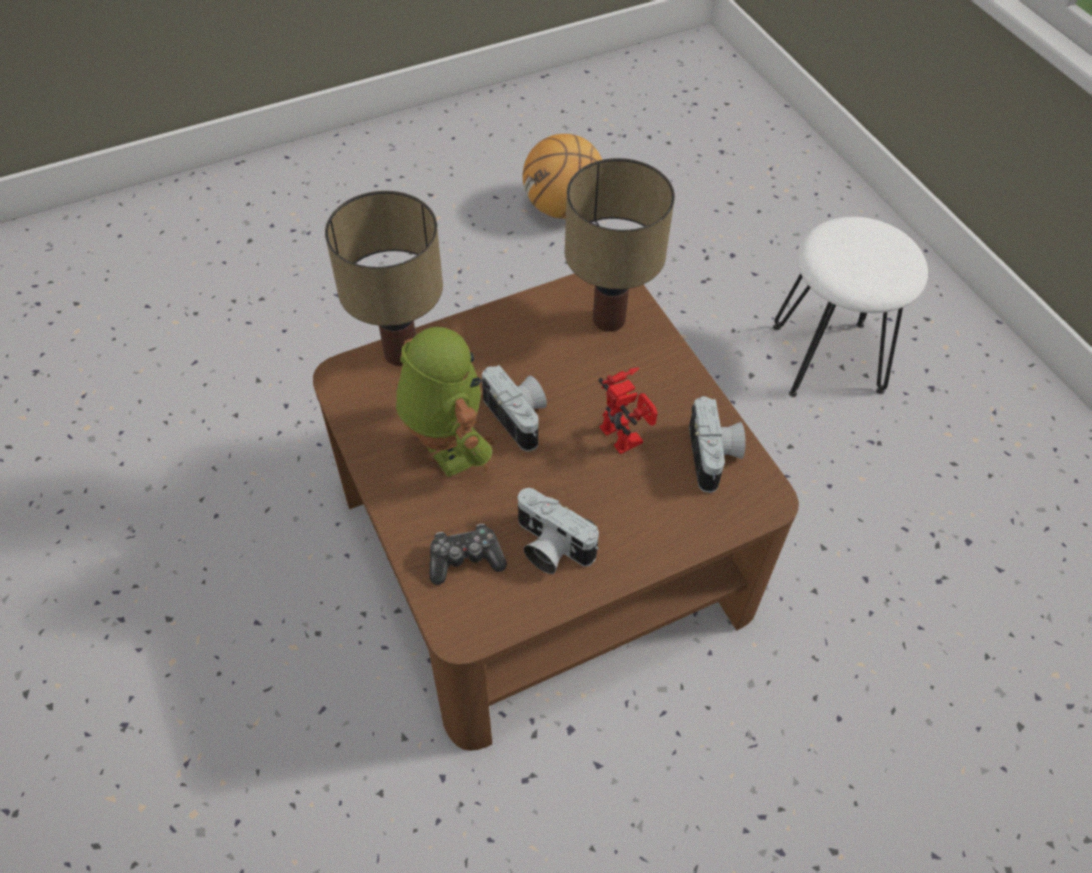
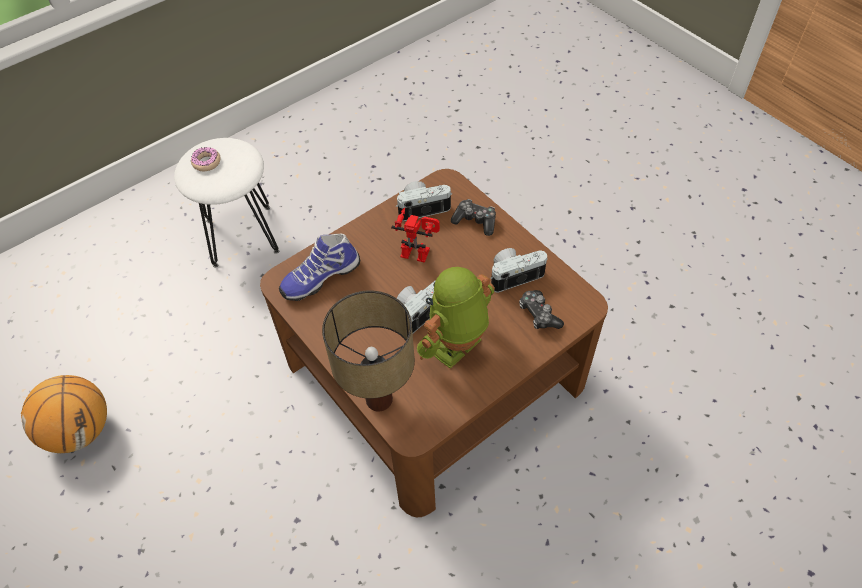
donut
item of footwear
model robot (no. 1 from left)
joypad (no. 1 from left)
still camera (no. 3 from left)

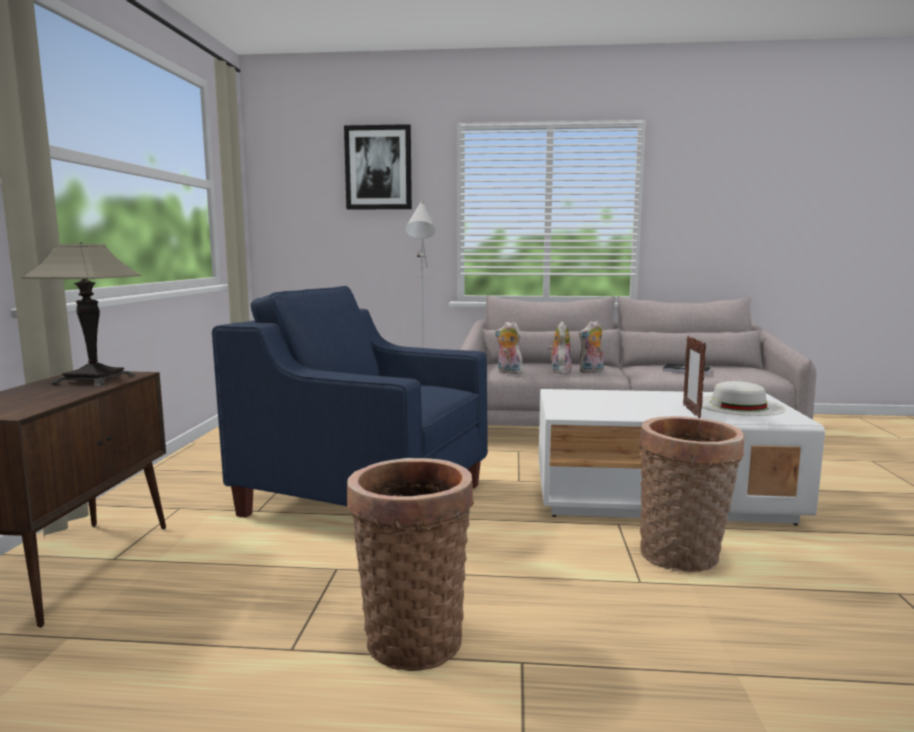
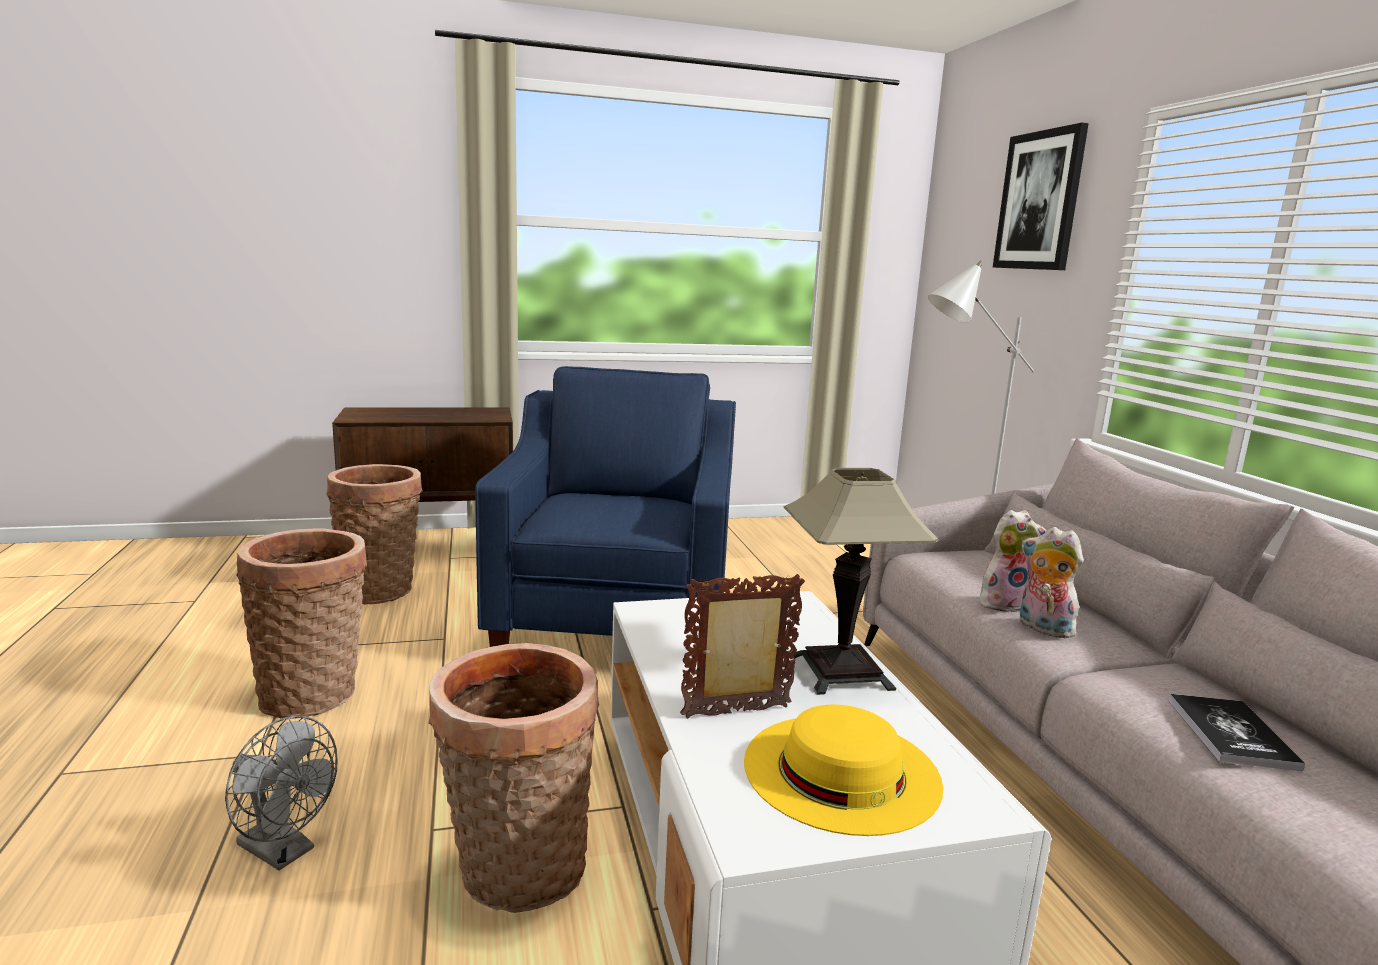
electric fan (greyish)
basket (no. 2 from left)
hat (yellowish)
lamp for a table
plush toy (no. 1 from left in the first image)

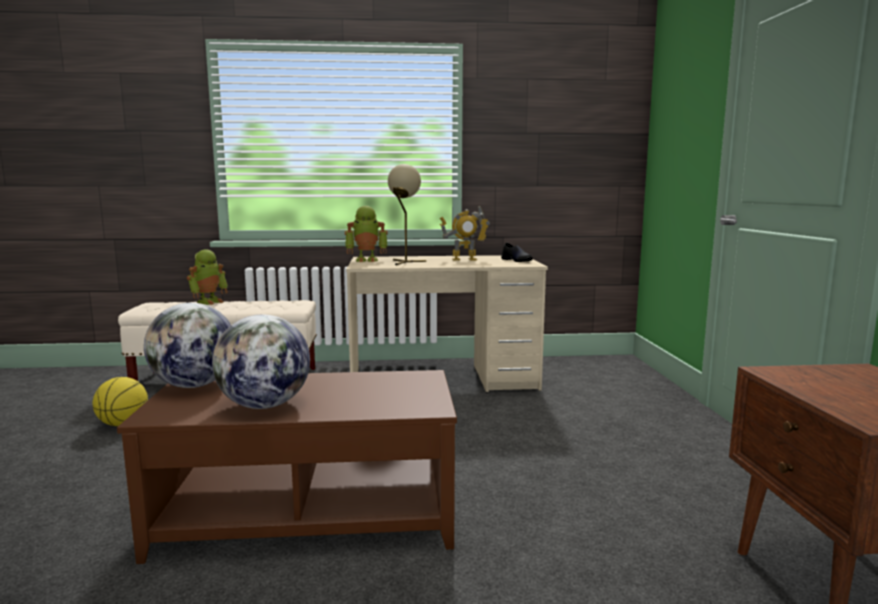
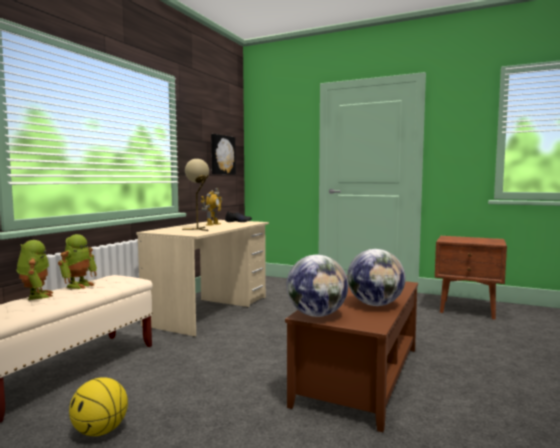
model robot (no. 2 from left)
wall picture

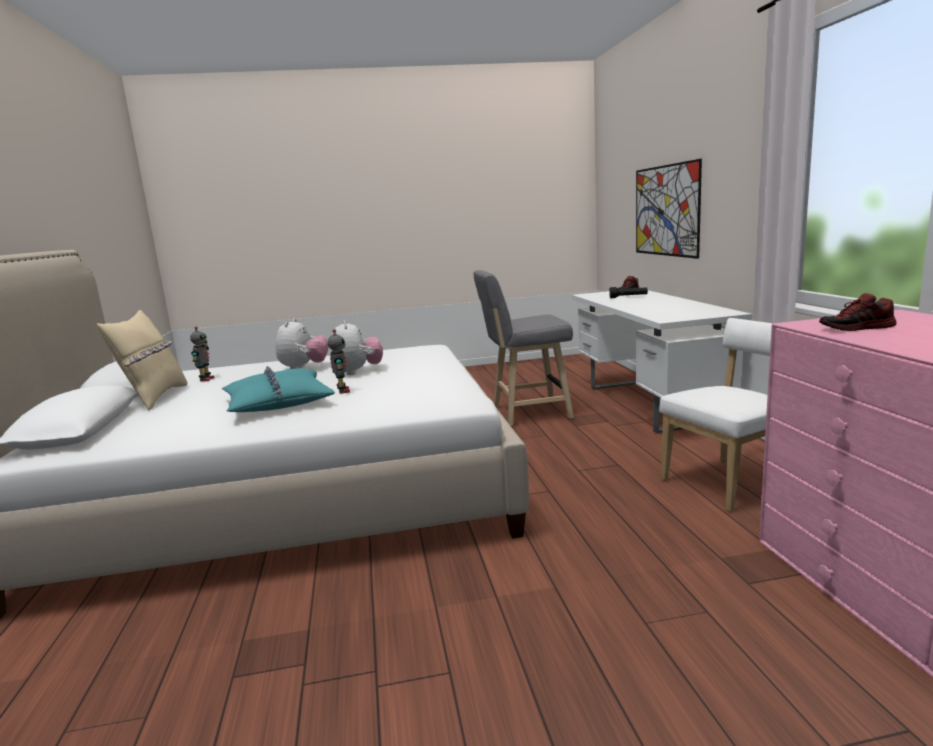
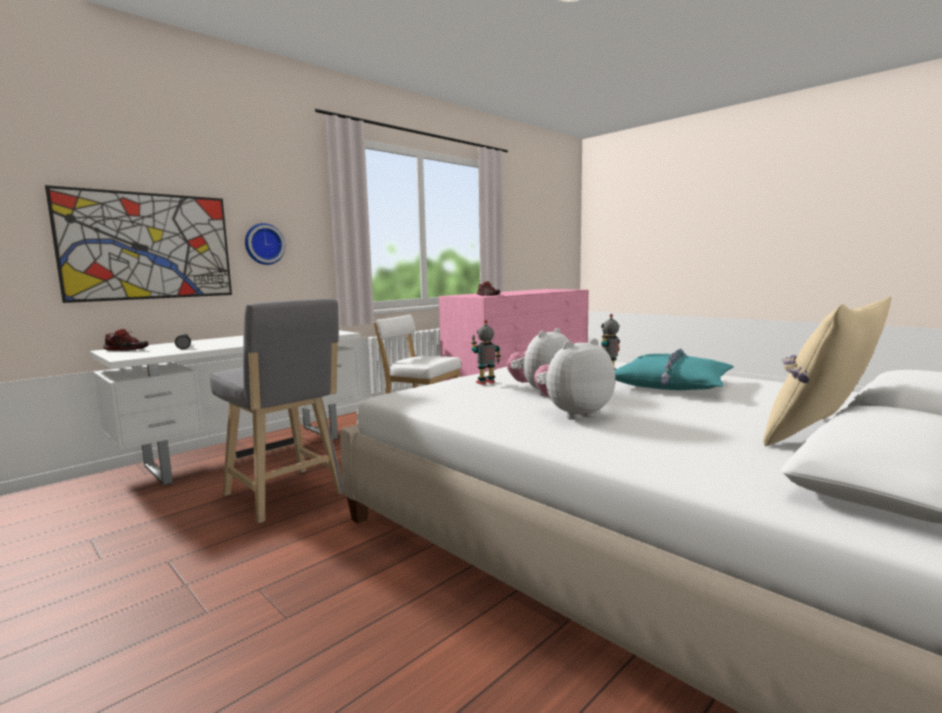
hanging clock
model robot (no. 1 from left)

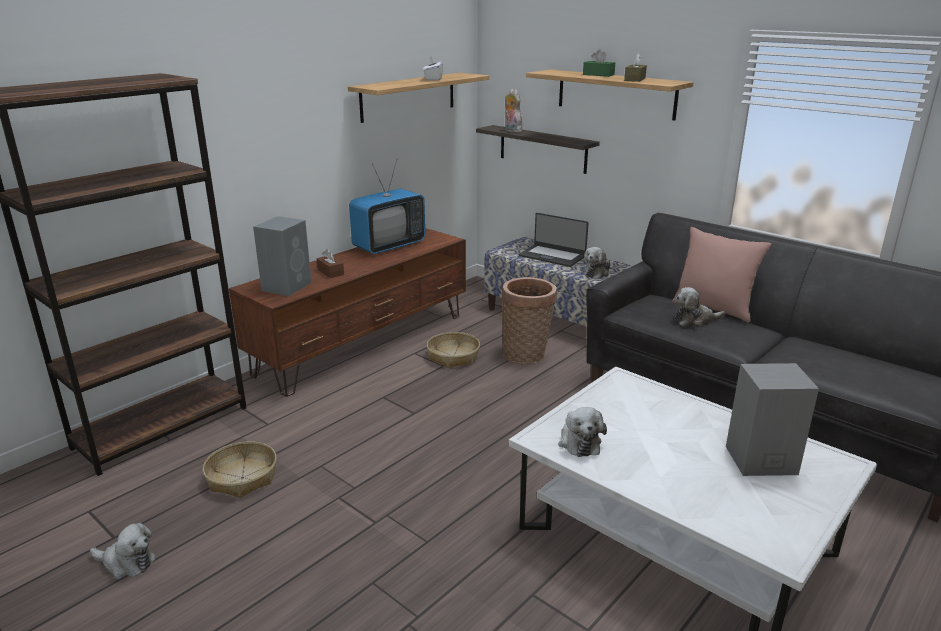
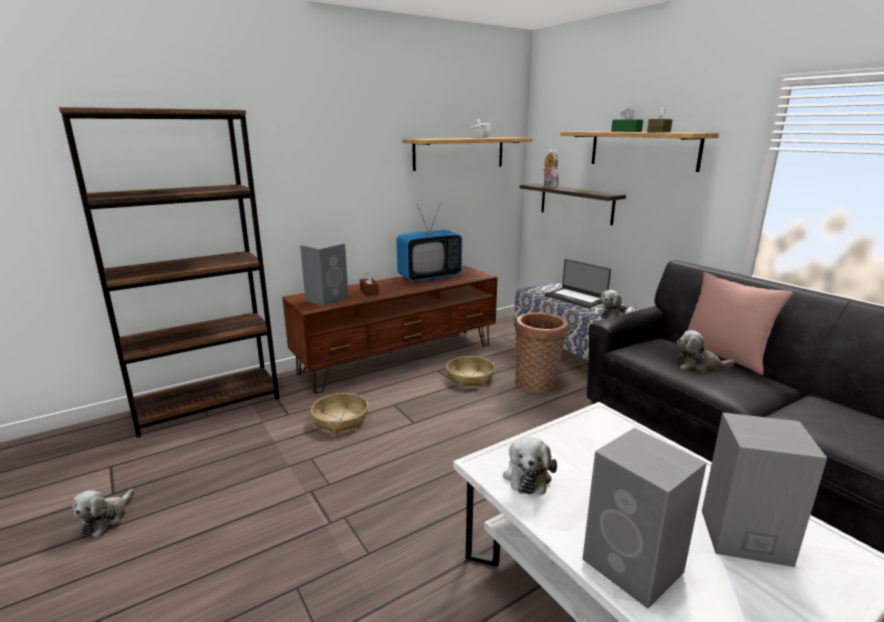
plush toy (no. 1 from left)
basket (no. 1 from left)
loudspeaker (greyish) (no. 2 from left)

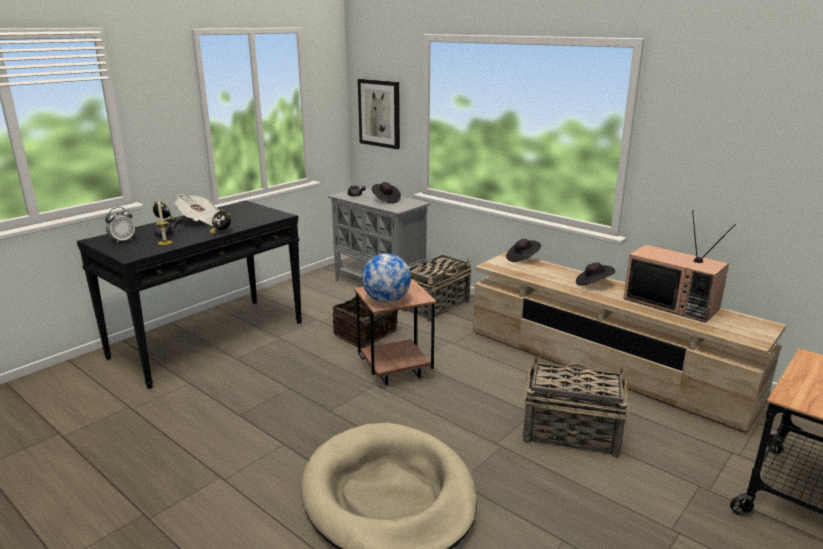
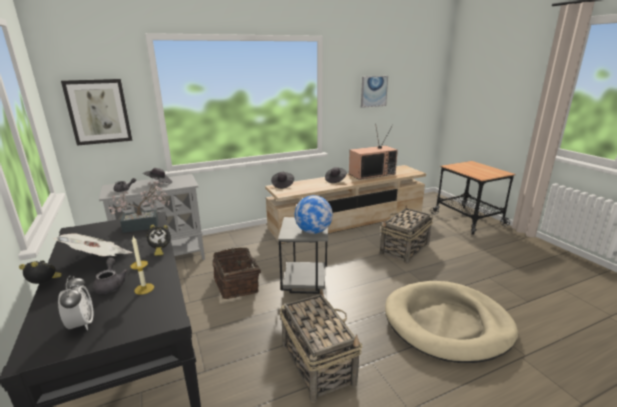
houseplant
end table (greyish)
basket (no. 2 from left)
wall picture (no. 2 from left)

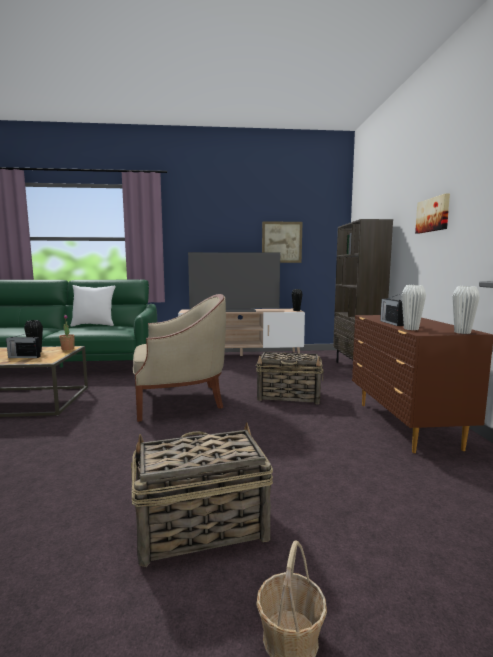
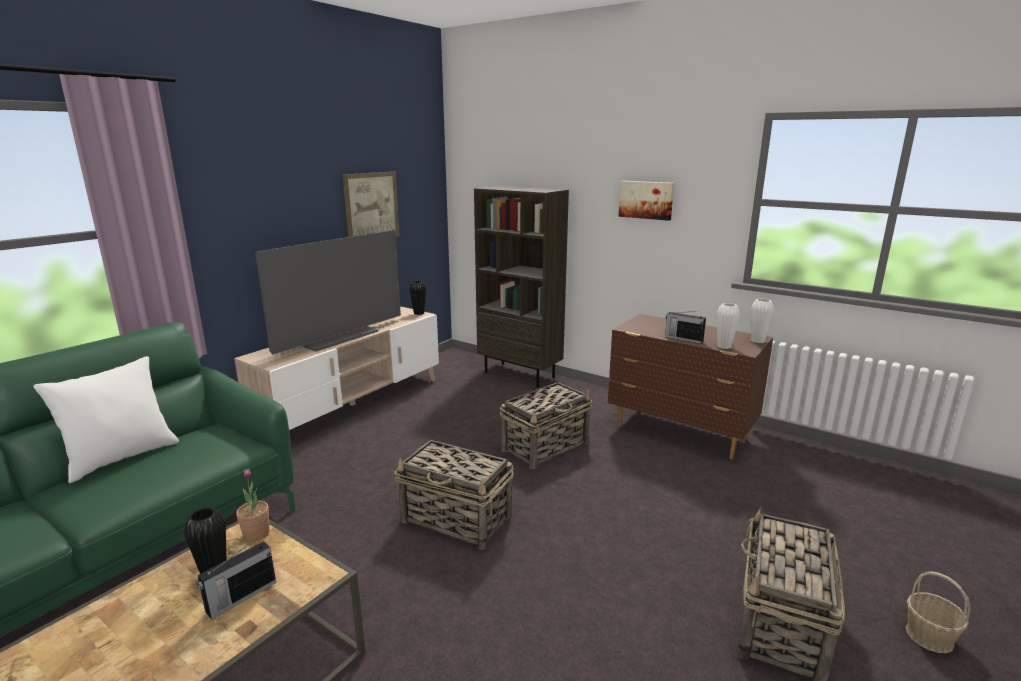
basket (no. 1 from left)

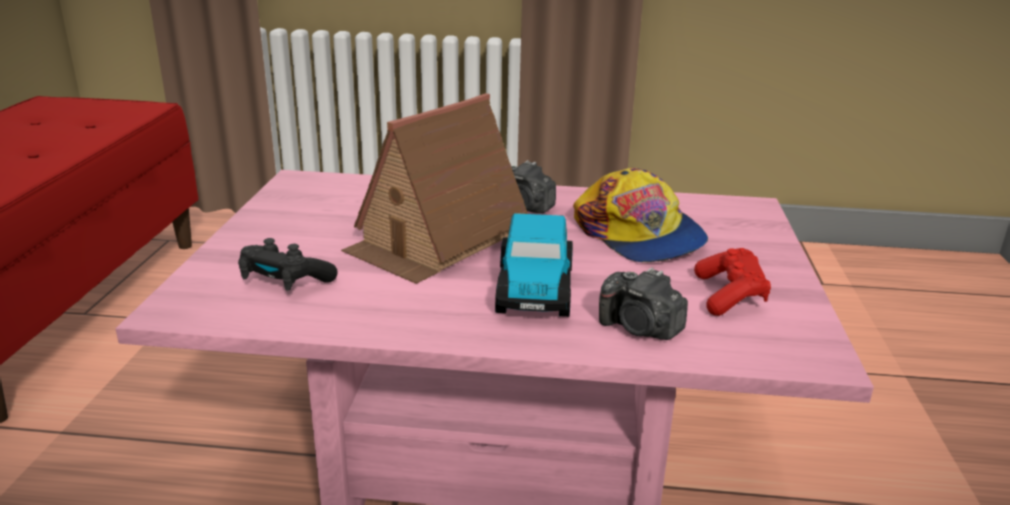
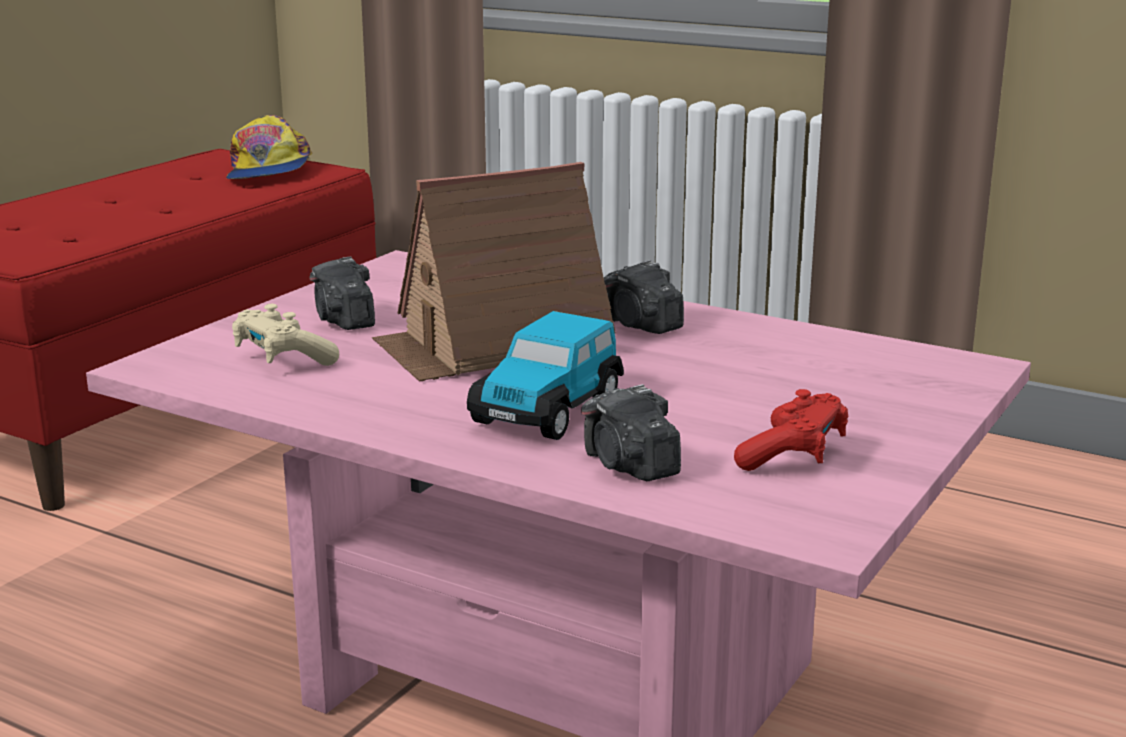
cap
joypad (sand-coloured)
still camera (no. 1 from left)

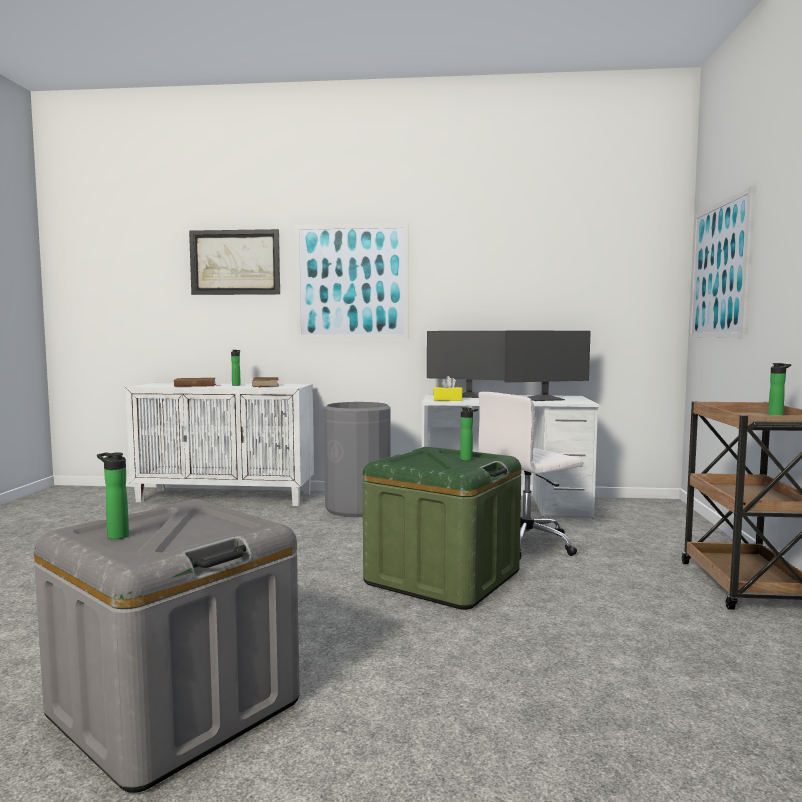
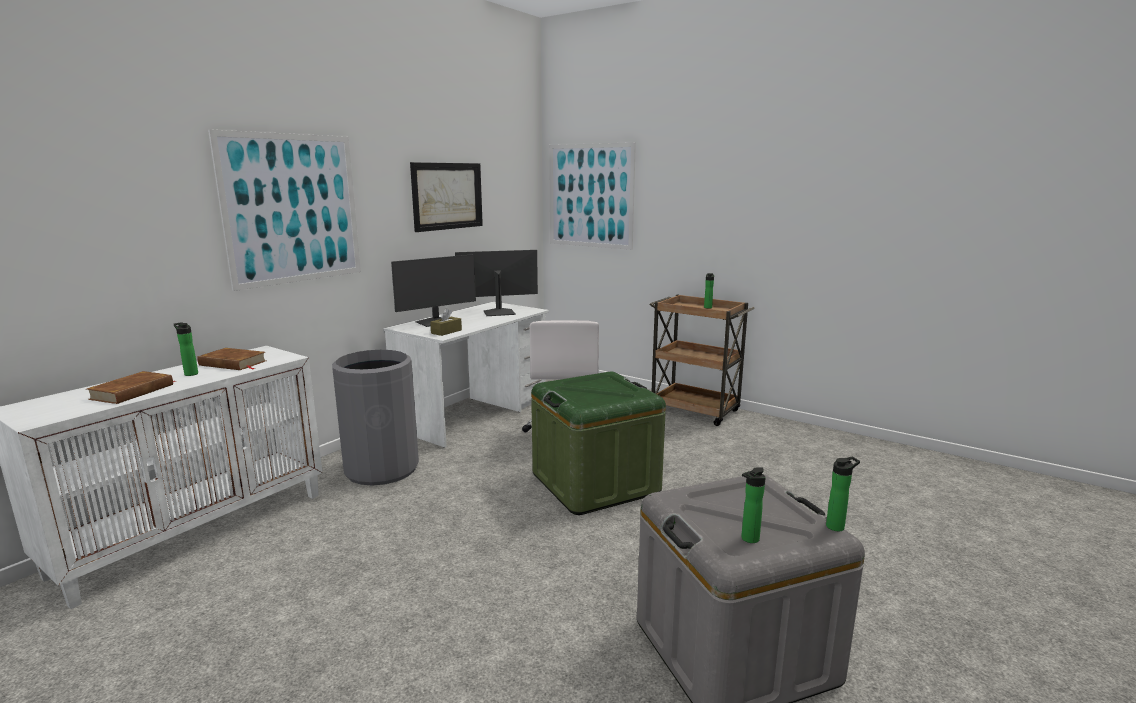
wall picture (no. 2 from left)
tissue box (brown)
computer screen (no. 2 from left)
bottle (no. 4 from left)

